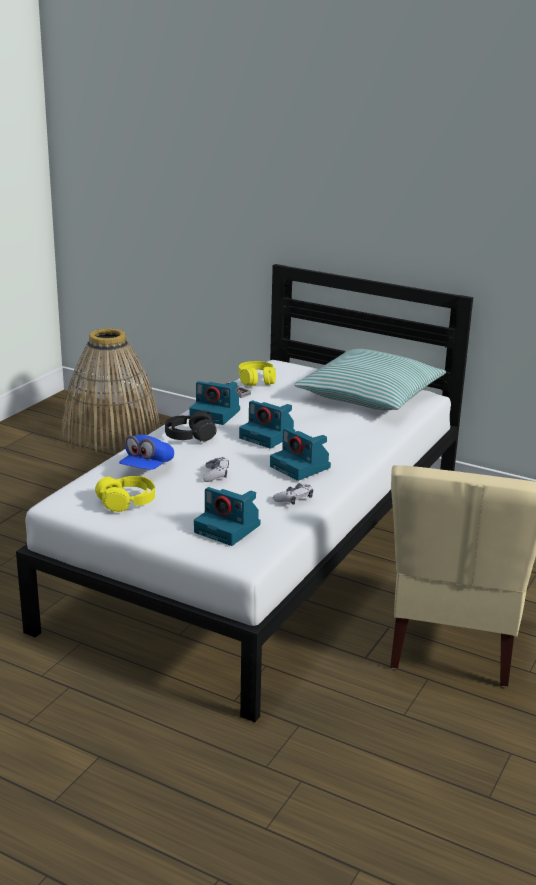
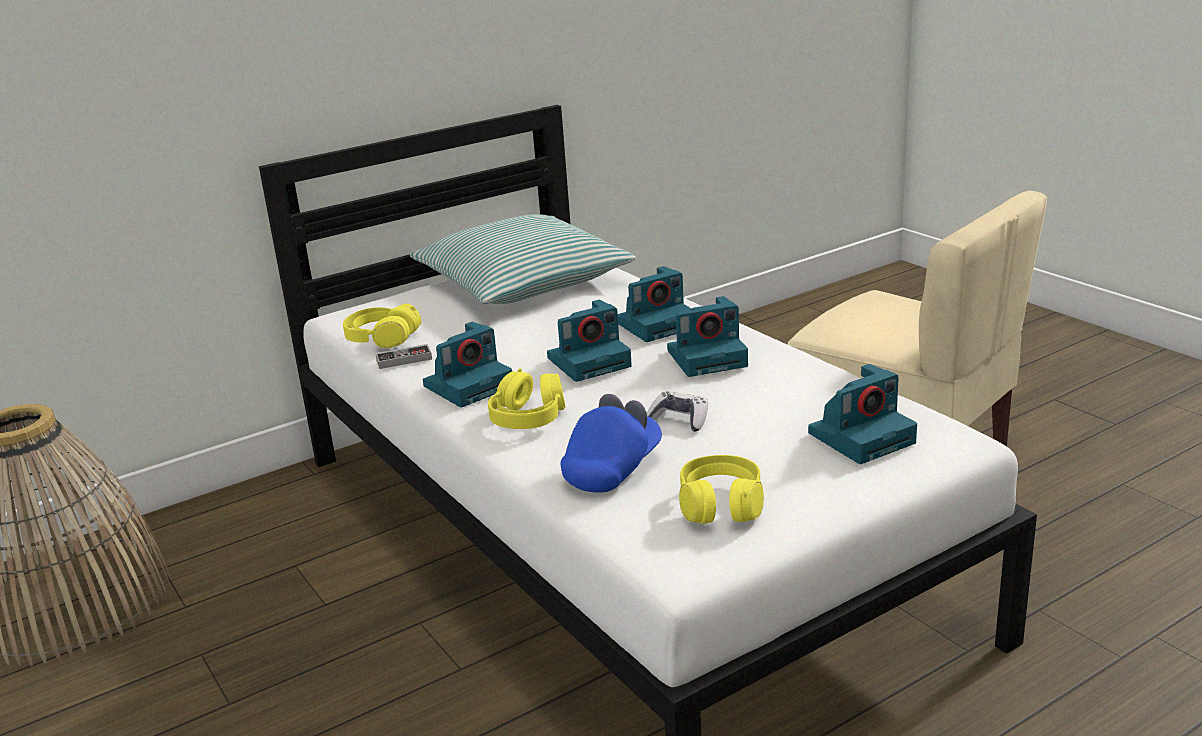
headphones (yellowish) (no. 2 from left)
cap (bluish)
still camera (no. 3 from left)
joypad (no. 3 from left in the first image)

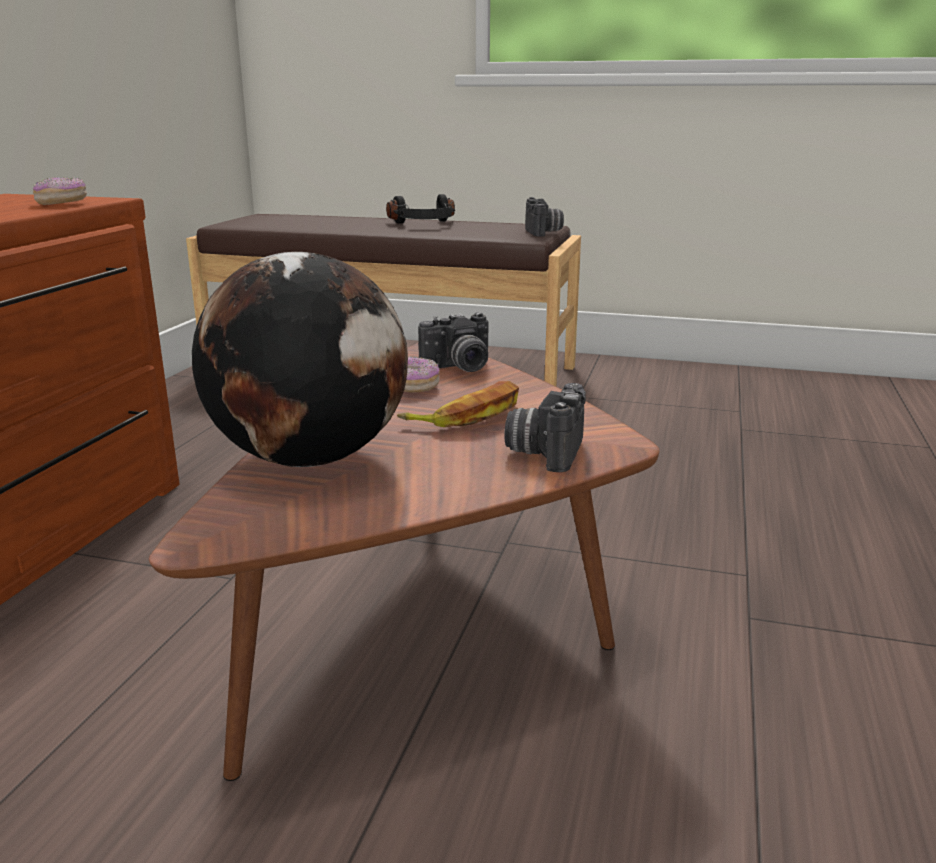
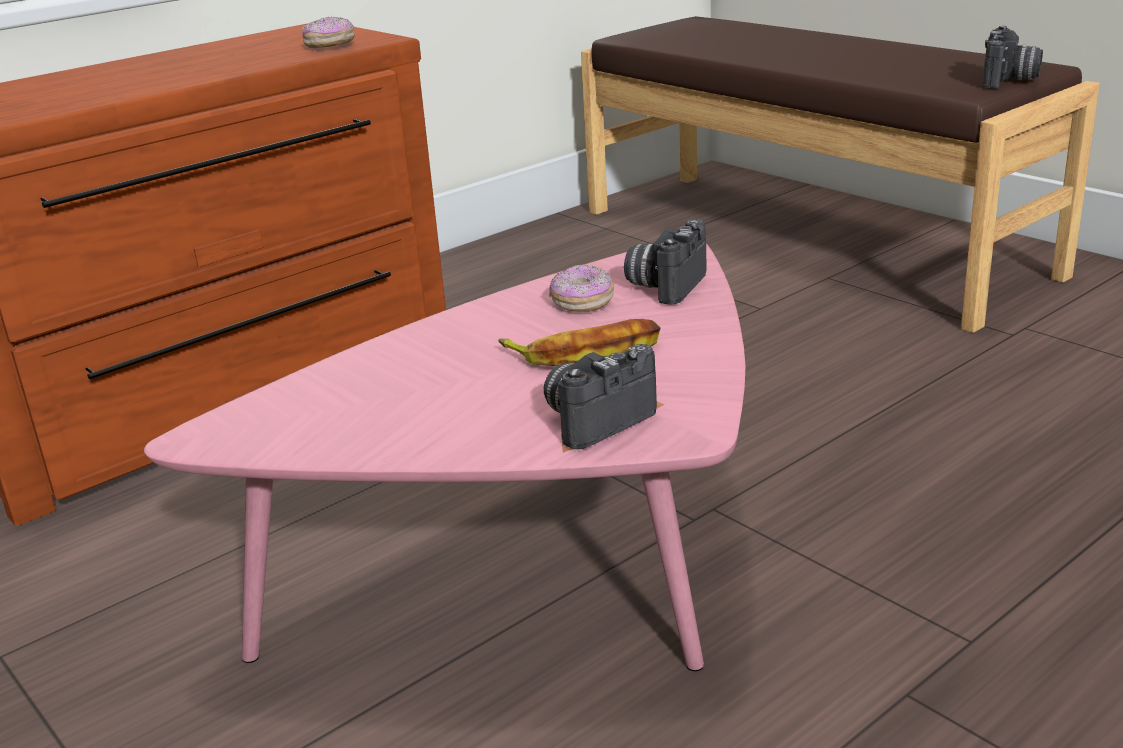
low table (pink-coloured)
still camera (no. 2 from left)
world globe
headphones (blackish)

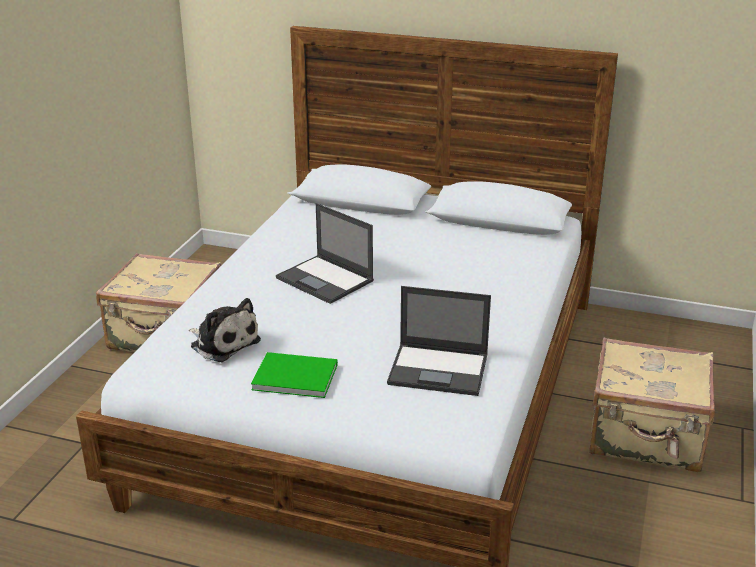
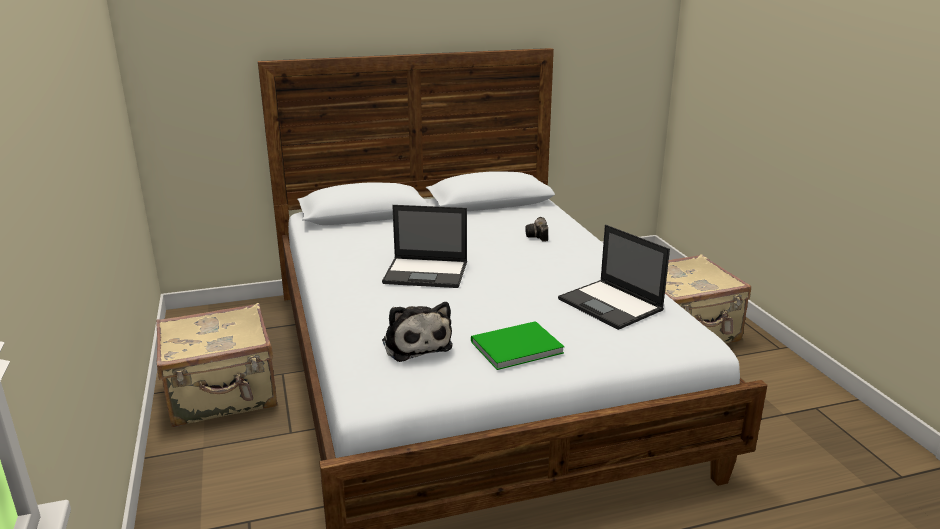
plush toy
still camera
notebook computer (no. 2 from left)

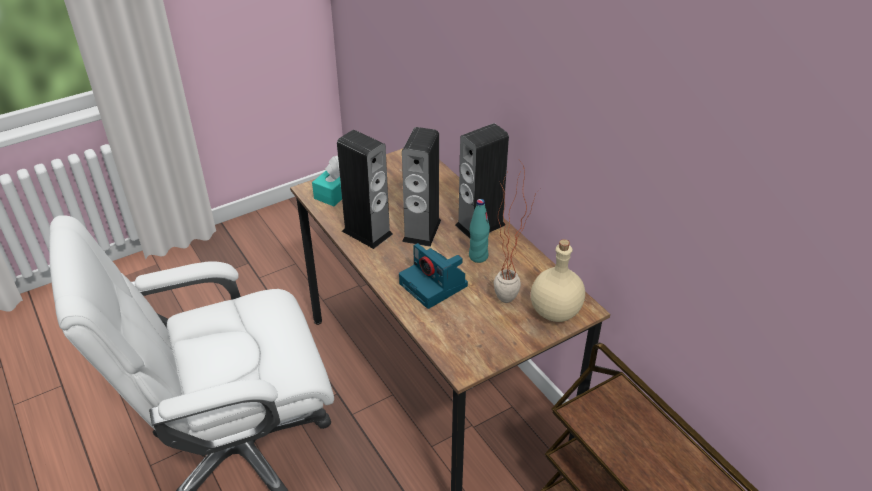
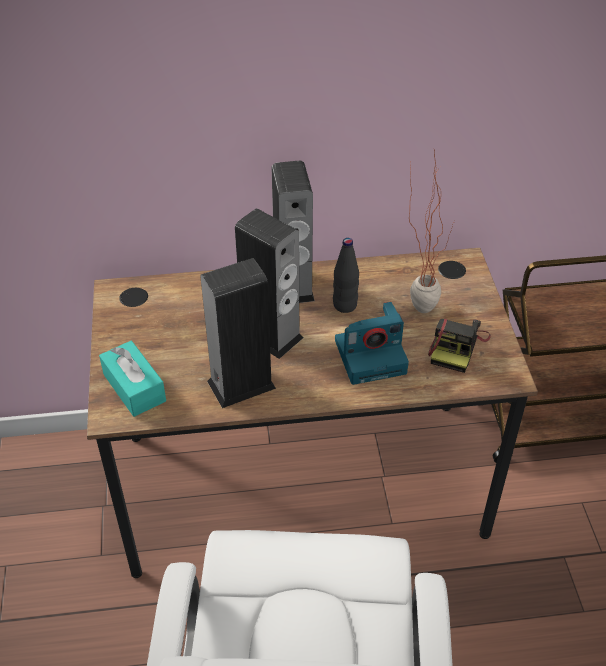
bottle (blackish)
still camera (no. 2 from left)
bottle (sand-coloured)

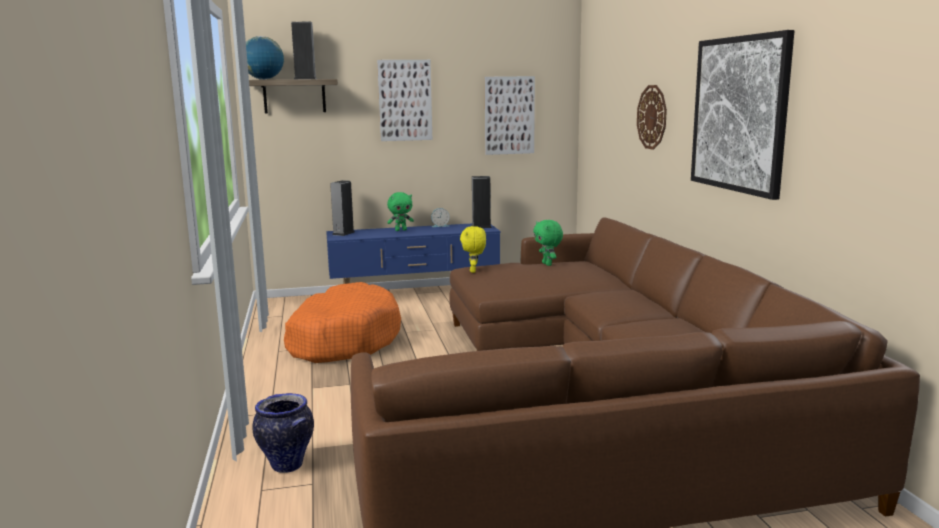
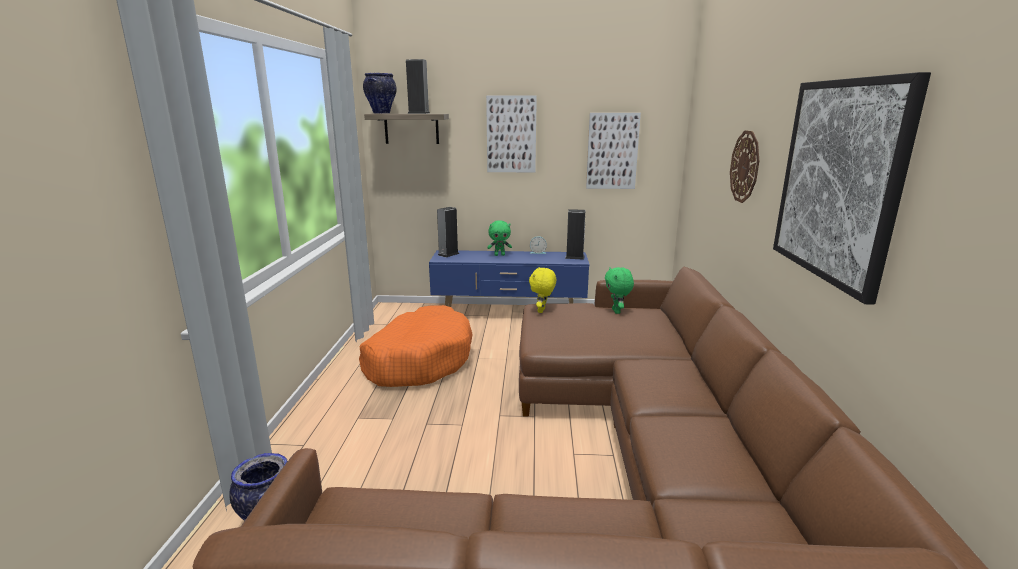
vase (no. 2 from left)

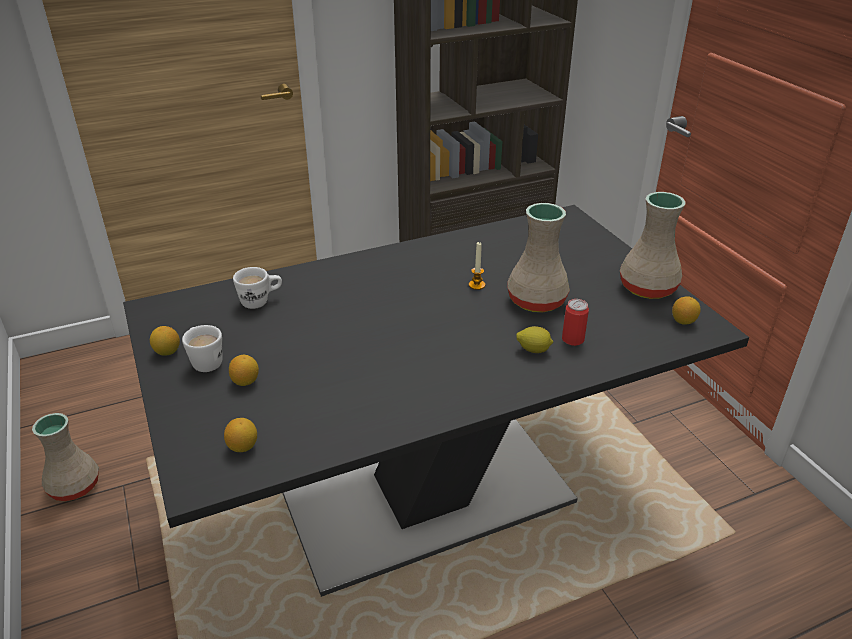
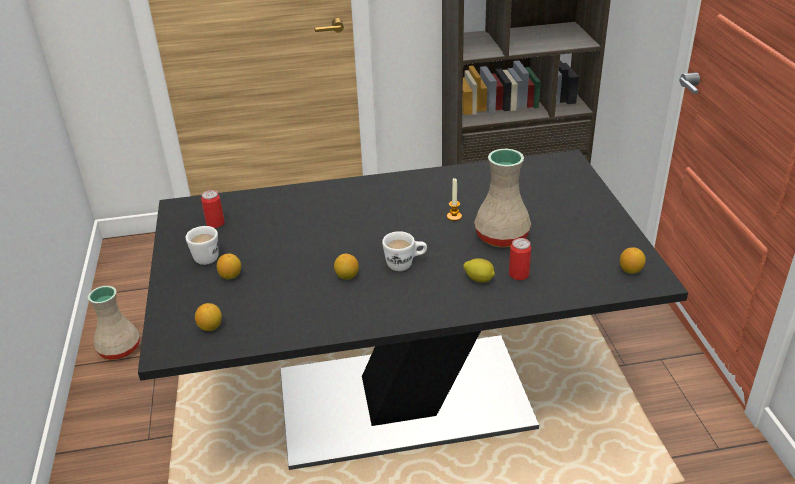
metal can (no. 1 from left)
lemon (no. 3 from left)
mug (white) (no. 2 from left)
vase (sand-coloured) (no. 3 from left in the first image)

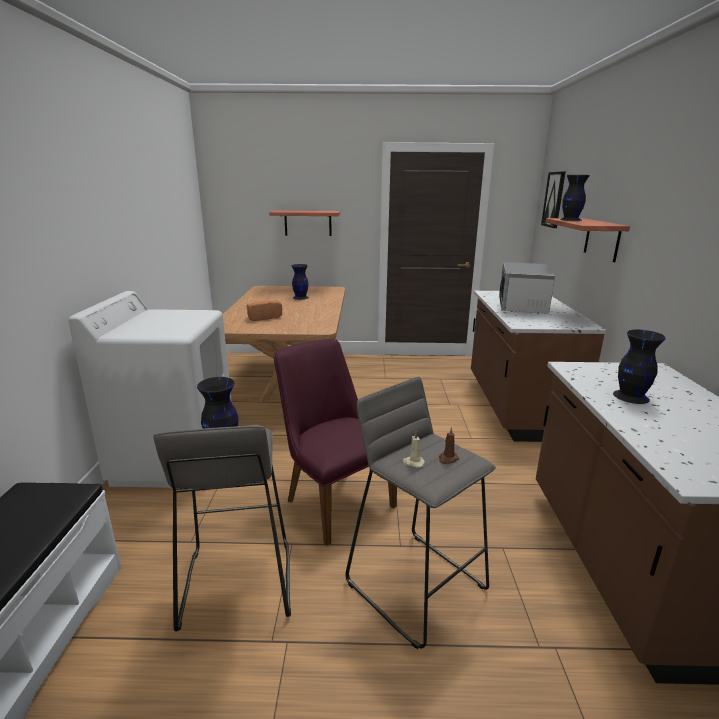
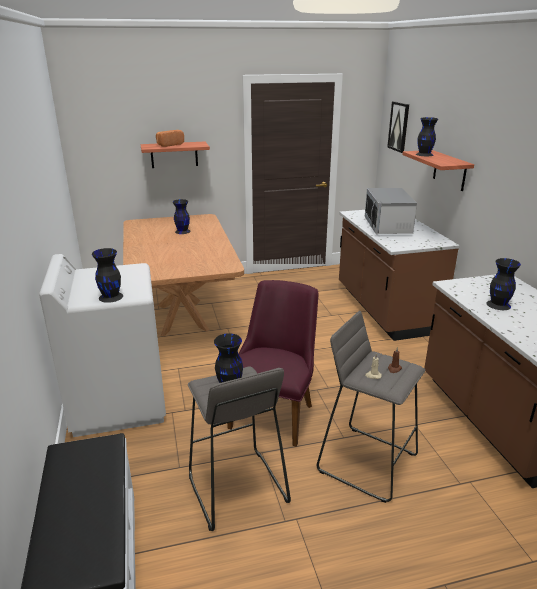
vase (blackish) (no. 1 from left)
bakery bread
chair (purple)

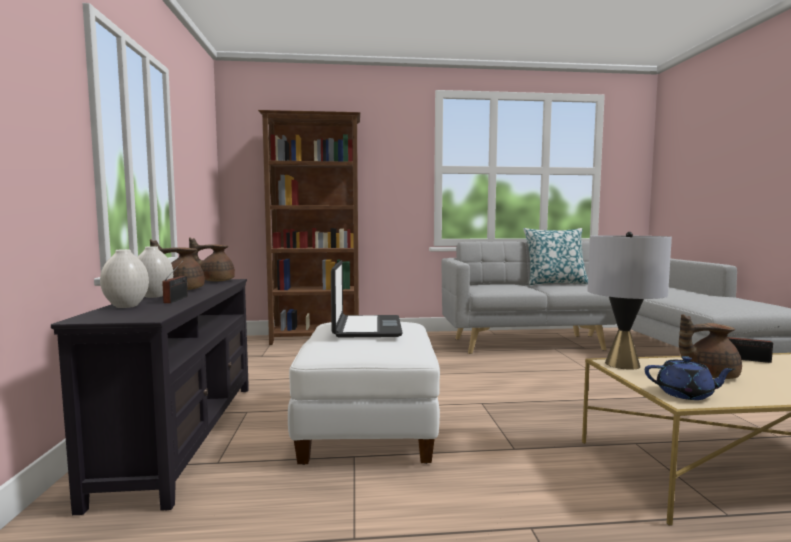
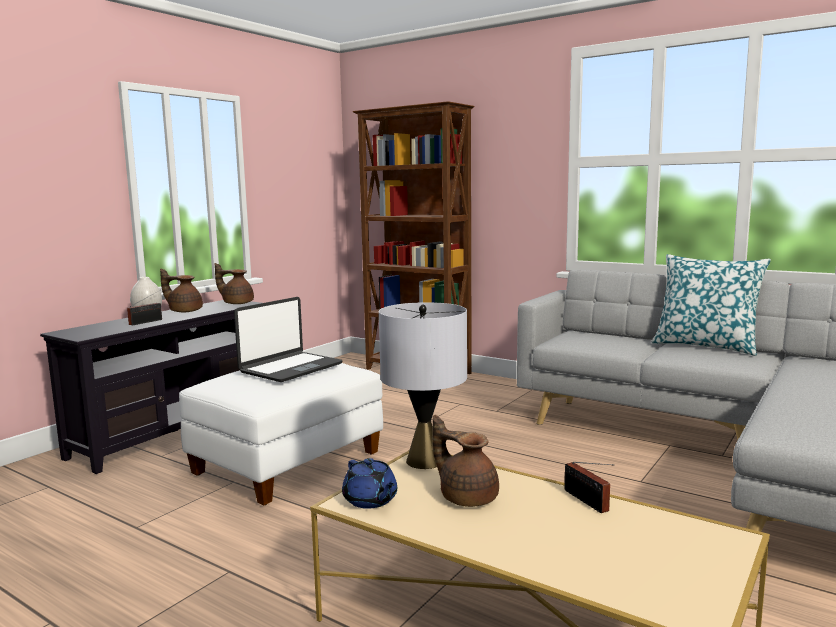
vase (white) (no. 1 from left in the first image)

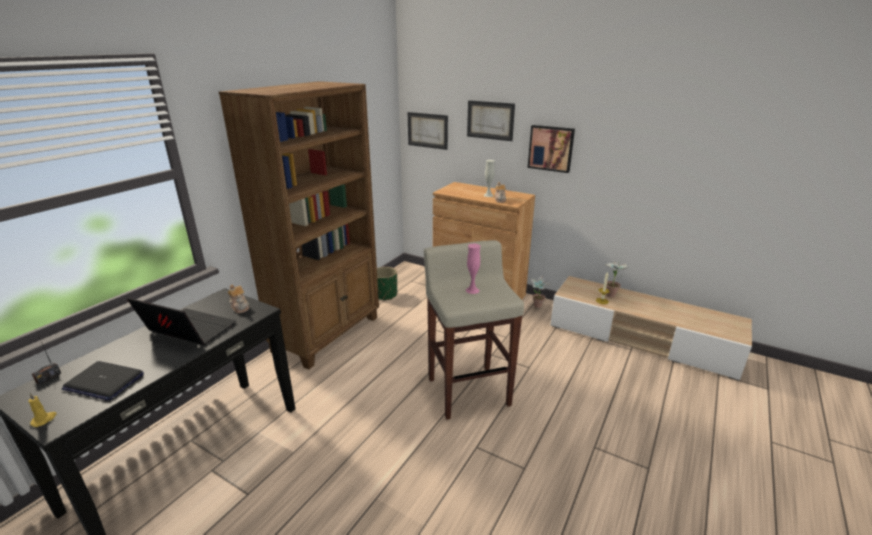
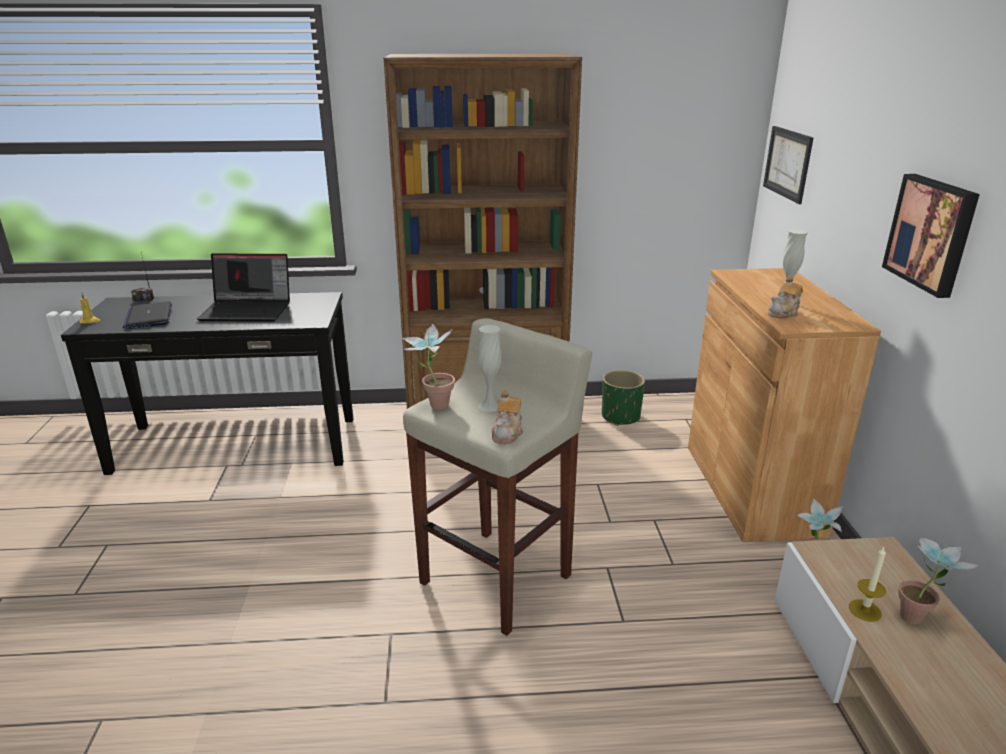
notebook computer (no. 2 from left)
houseplant (no. 1 from left)
vase (white) (no. 1 from left)
pot for tea (no. 1 from left)
wall picture (no. 2 from left in the first image)

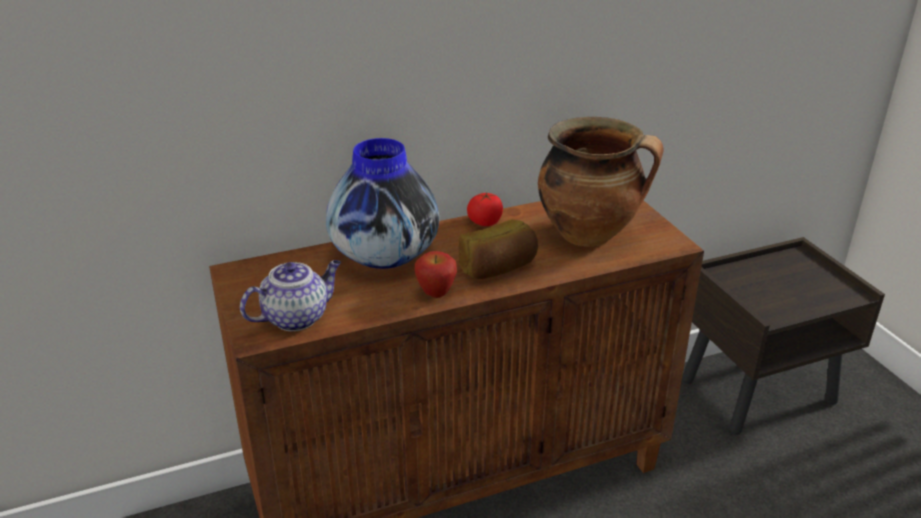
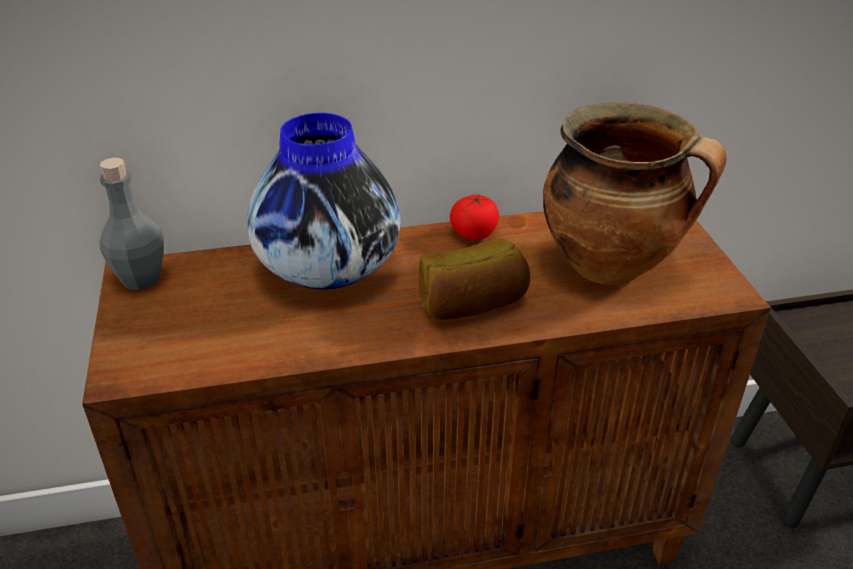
bottle (greyish)
pot for tea
whole apple

